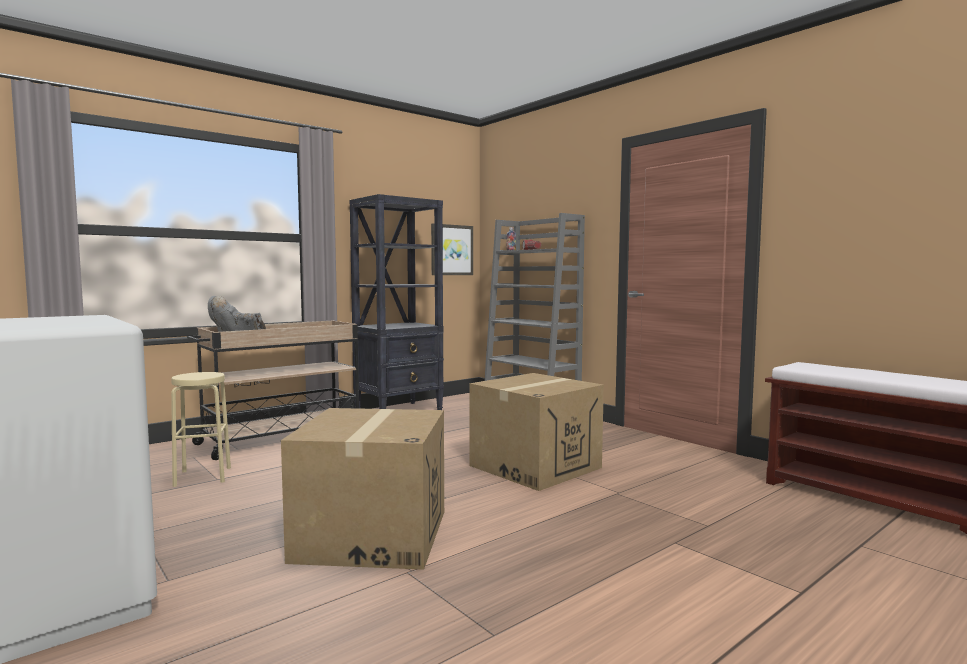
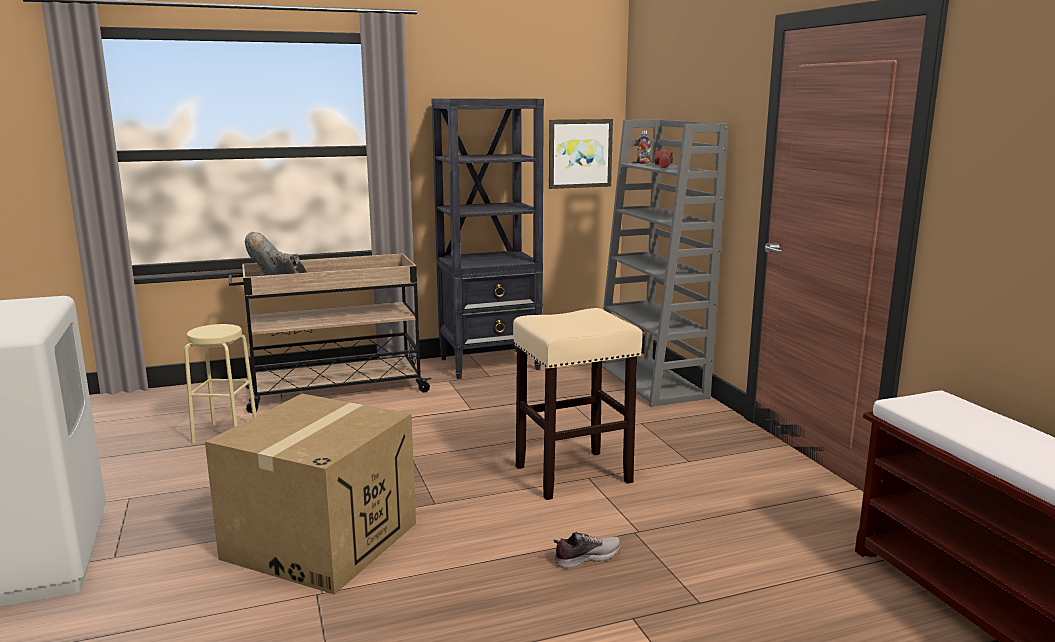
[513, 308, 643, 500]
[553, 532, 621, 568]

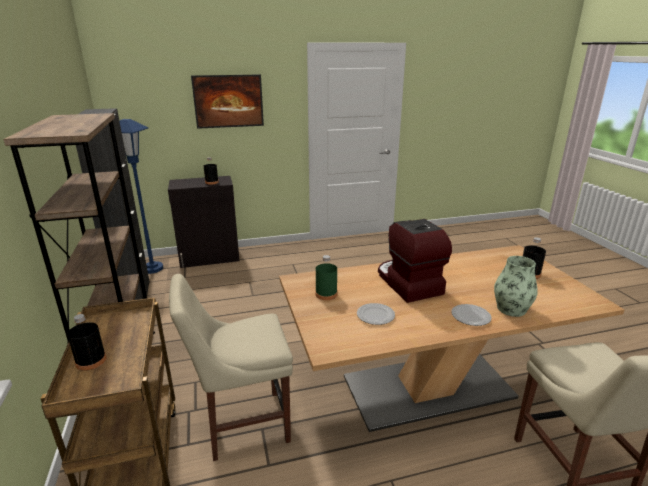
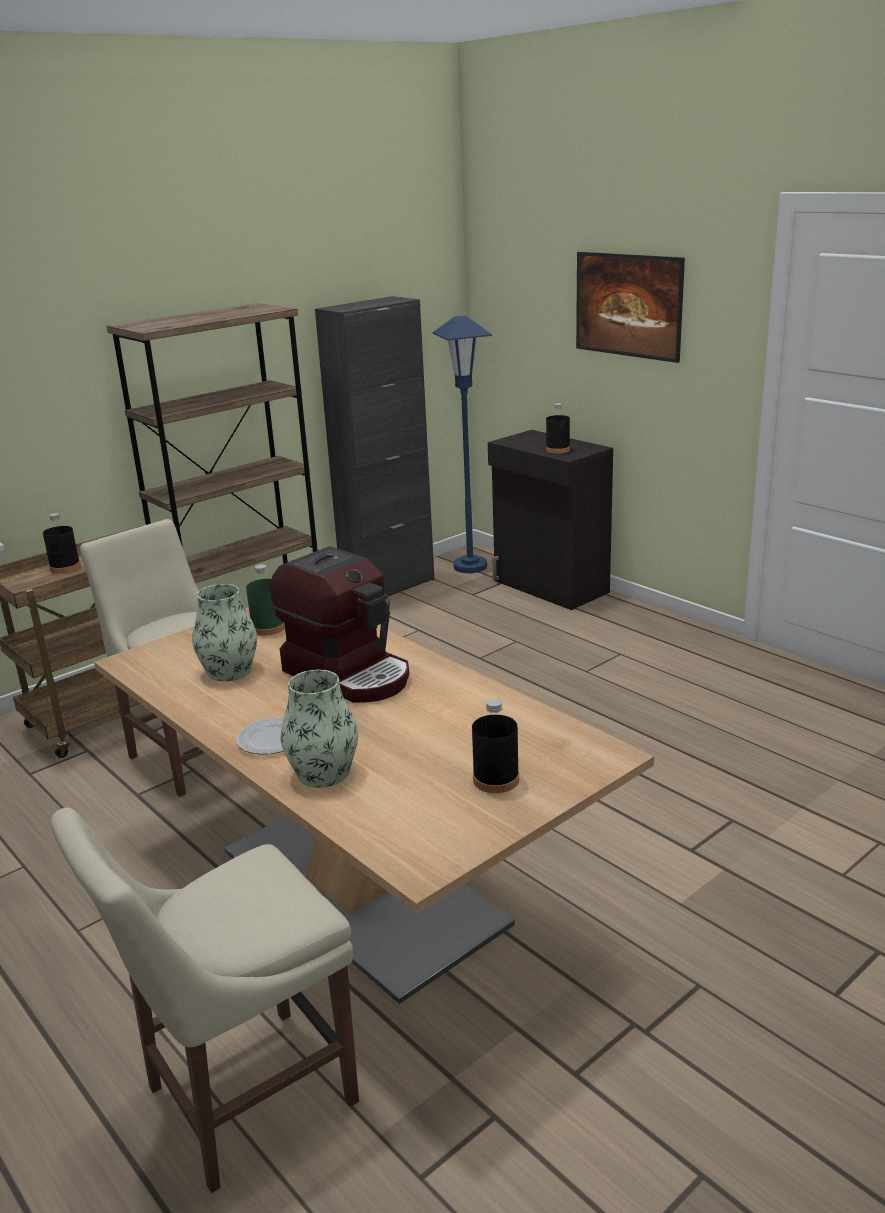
[270, 546, 409, 703]
[192, 584, 257, 681]

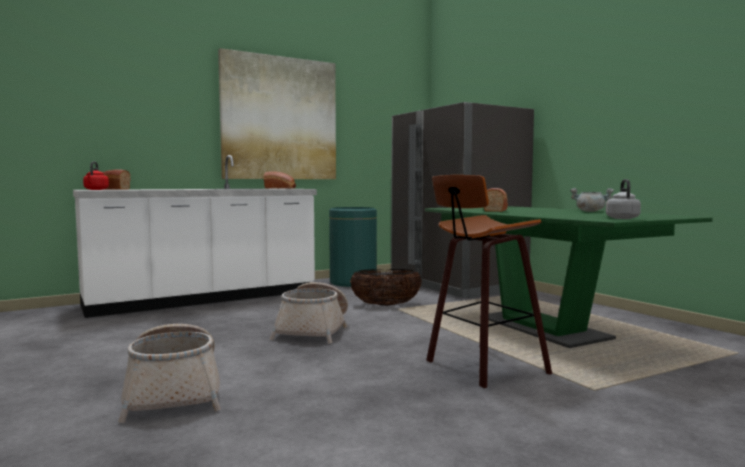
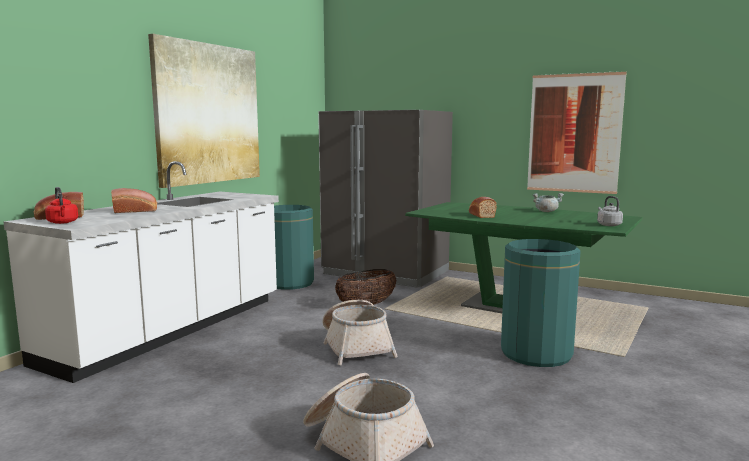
[111, 188, 157, 213]
[501, 239, 581, 367]
[527, 71, 627, 194]

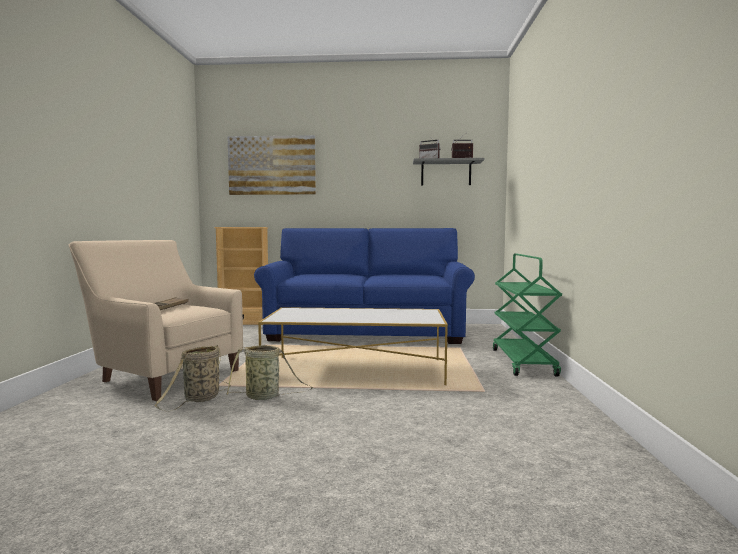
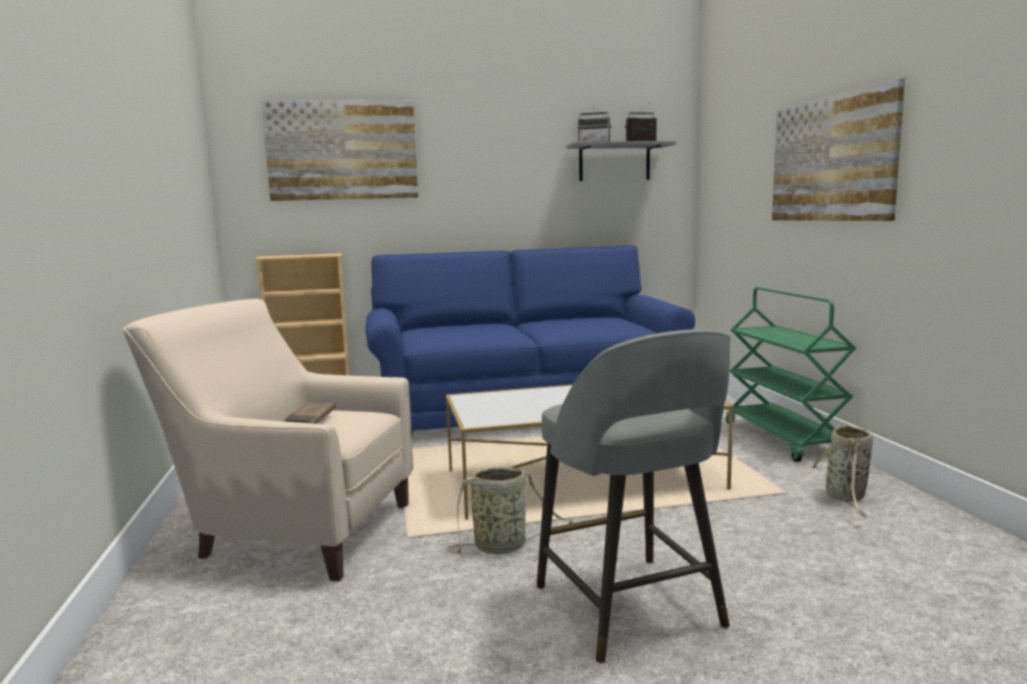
[810, 423, 873, 518]
[772, 78, 905, 221]
[537, 329, 730, 663]

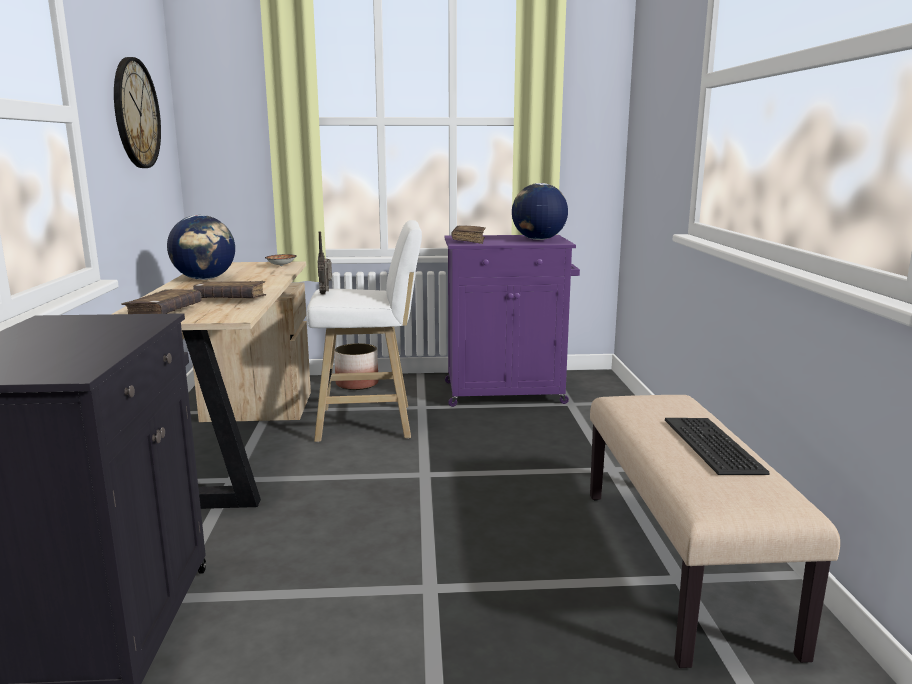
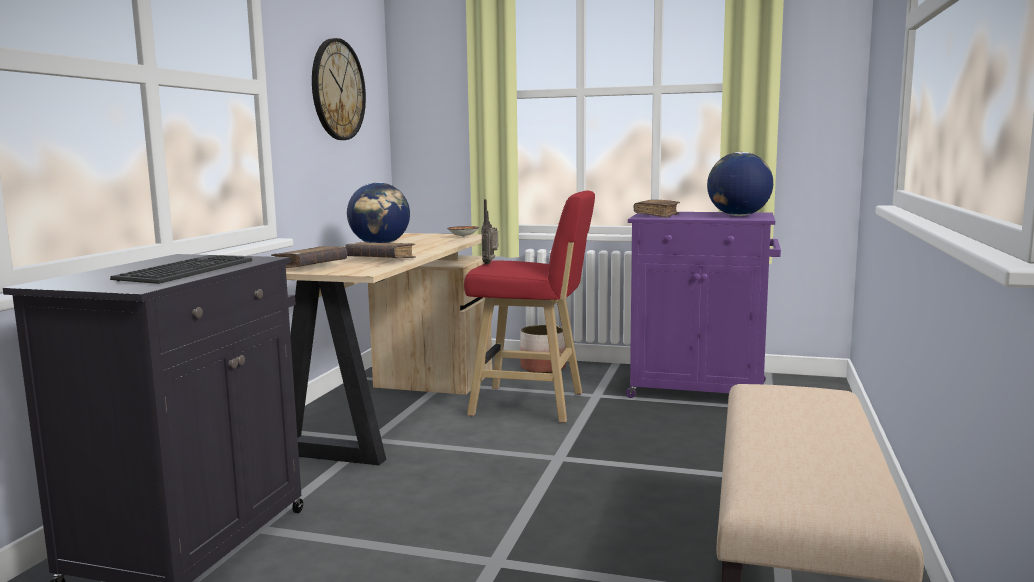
[464, 190, 595, 423]
[110, 255, 252, 284]

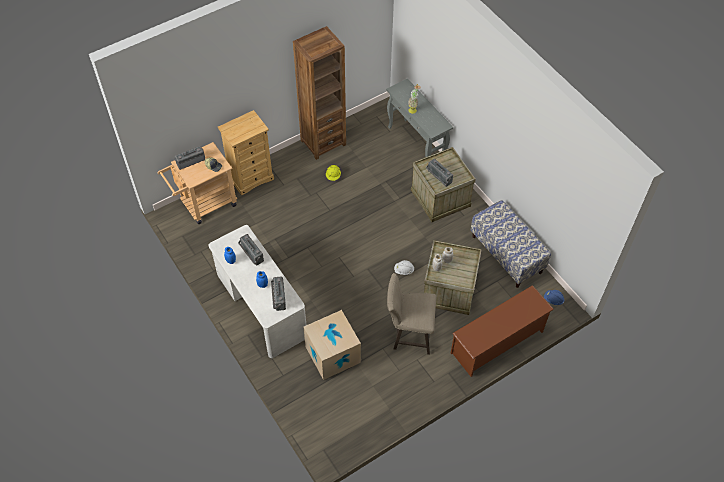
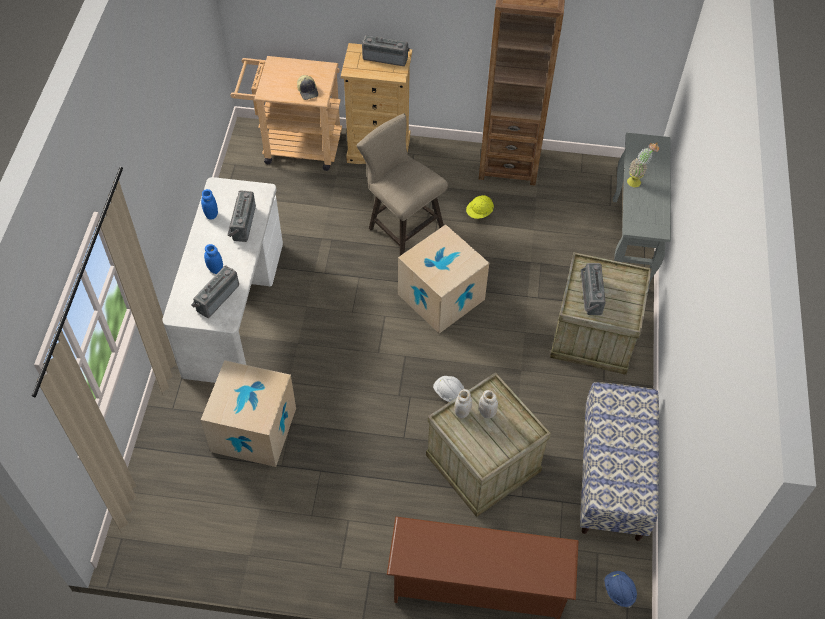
[362, 35, 410, 66]
[357, 114, 448, 256]
[398, 225, 489, 334]

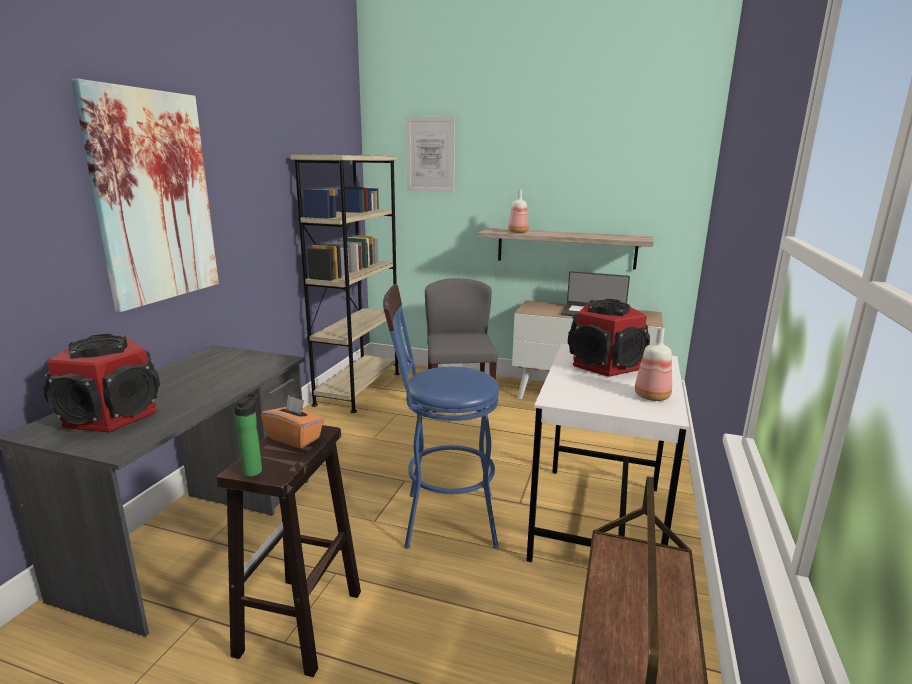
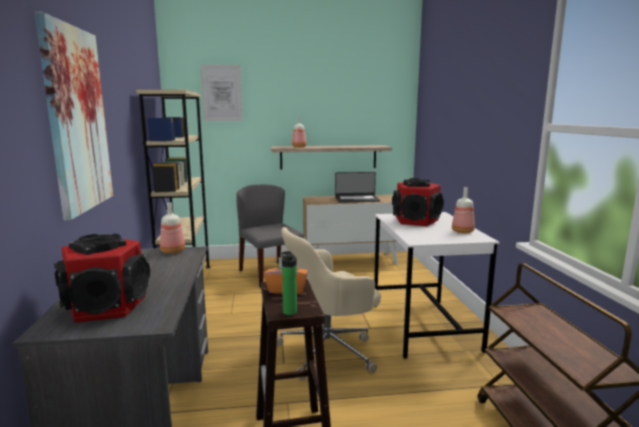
[277, 227, 381, 380]
[160, 202, 185, 254]

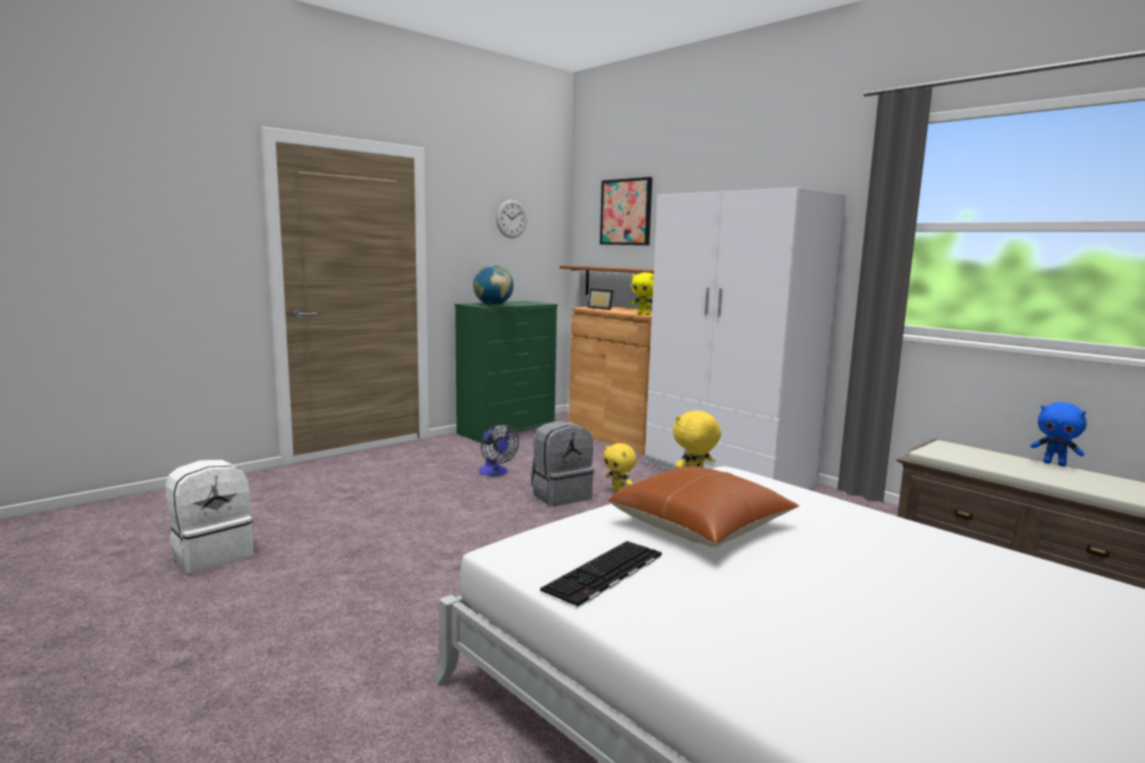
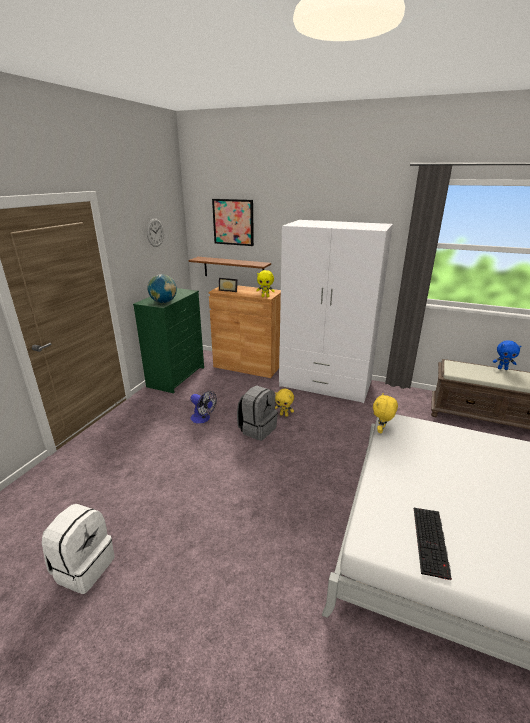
[608, 466, 799, 547] (first image)

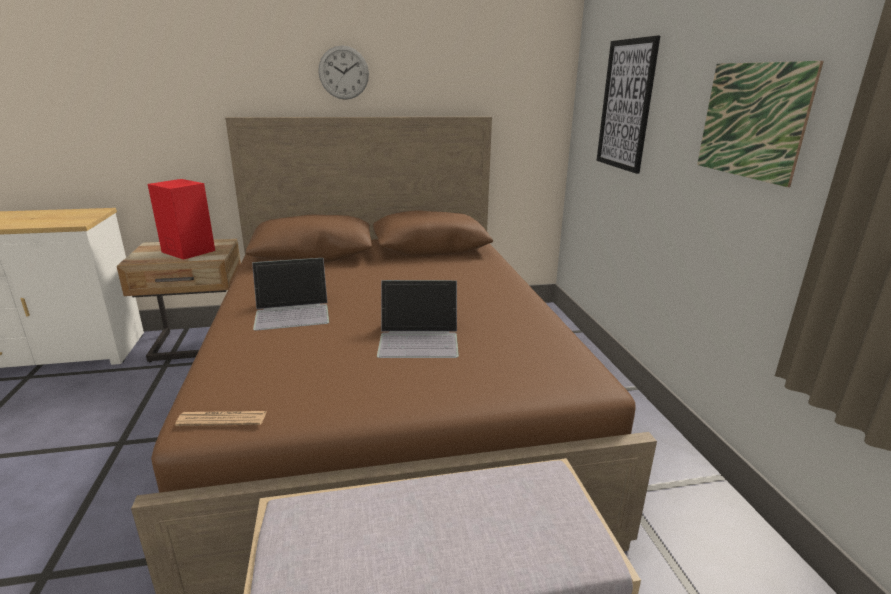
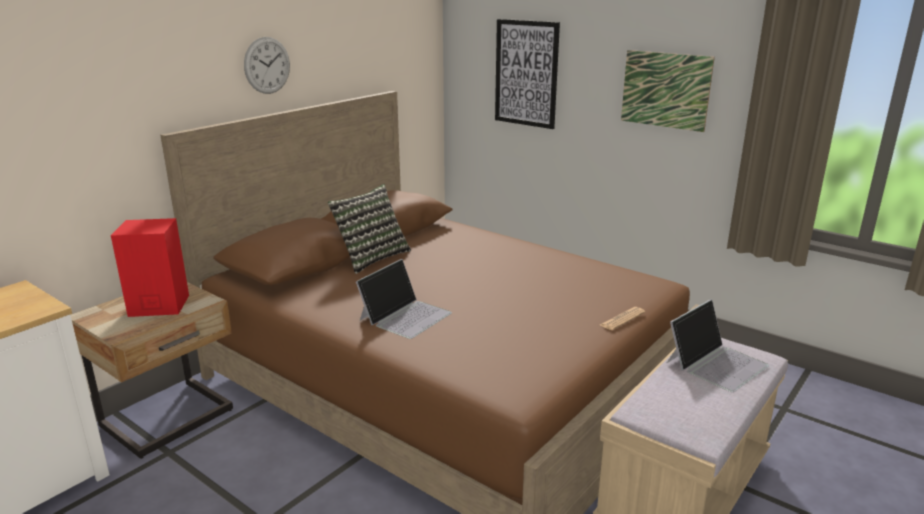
[667, 299, 769, 392]
[600, 307, 645, 330]
[328, 184, 411, 274]

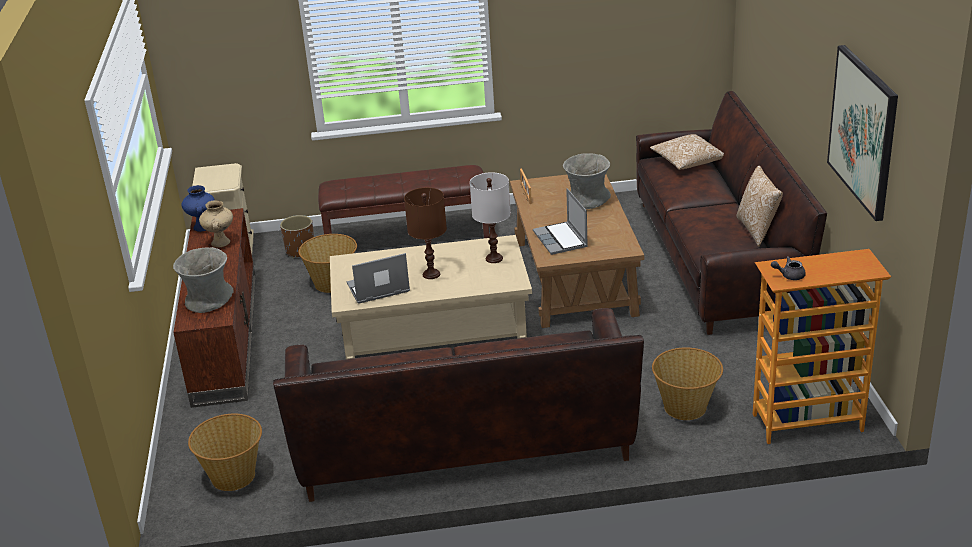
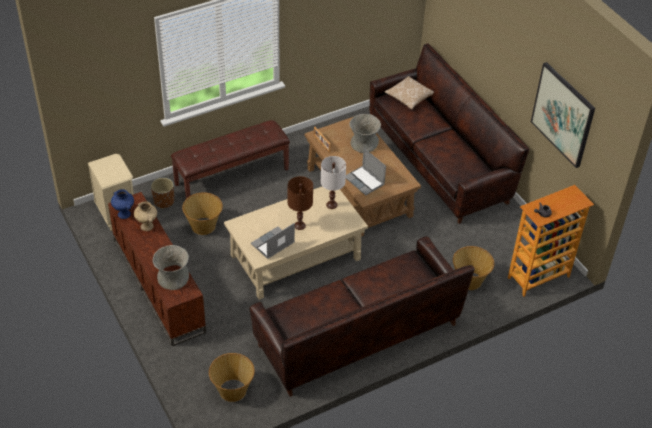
[736, 166, 783, 247] (first image)

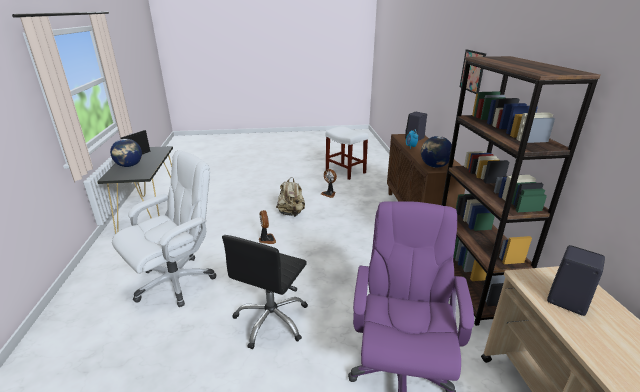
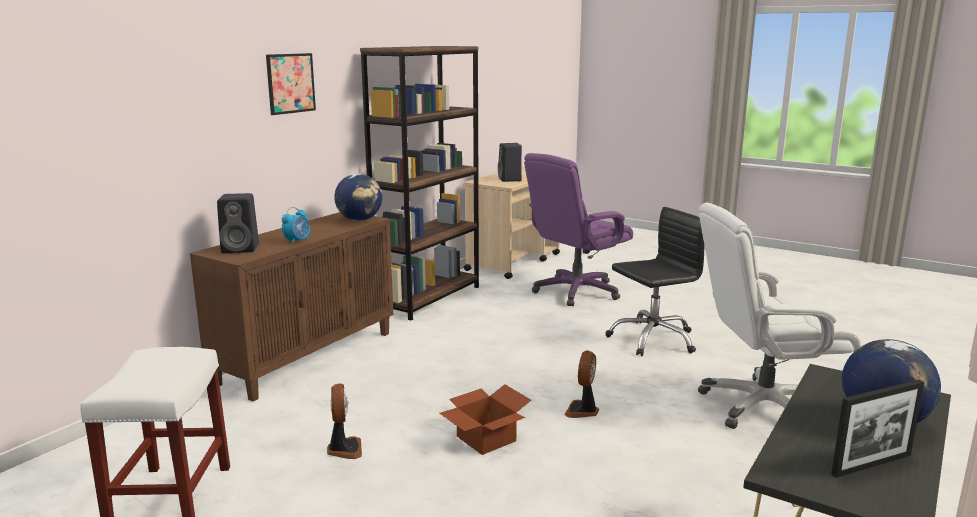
[440, 384, 531, 455]

